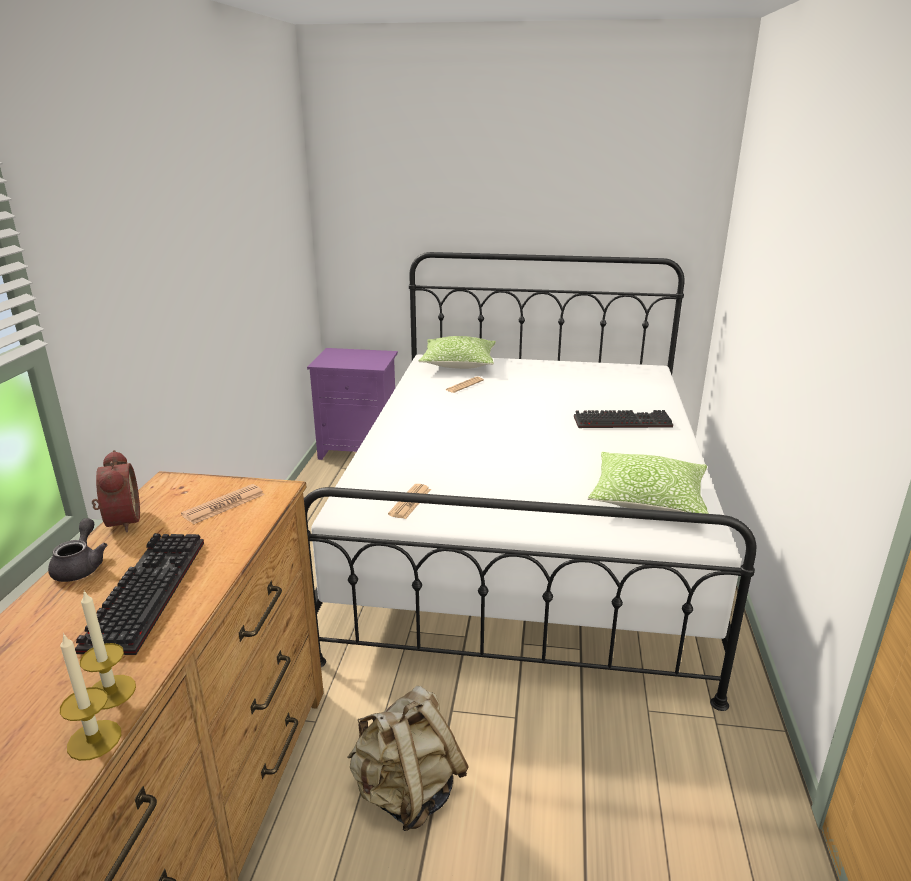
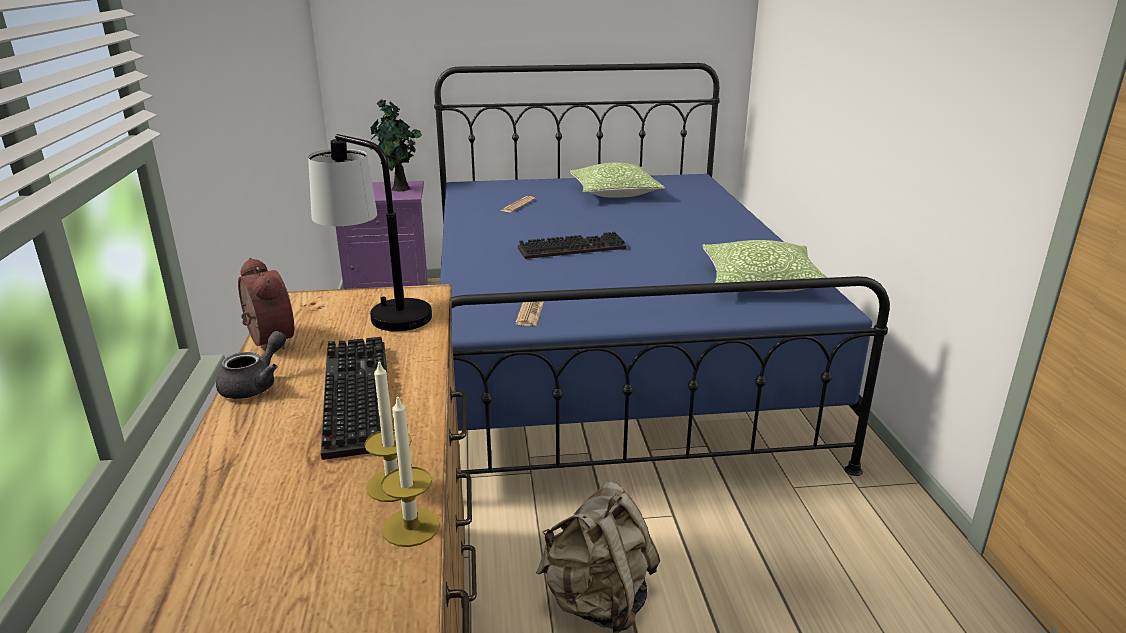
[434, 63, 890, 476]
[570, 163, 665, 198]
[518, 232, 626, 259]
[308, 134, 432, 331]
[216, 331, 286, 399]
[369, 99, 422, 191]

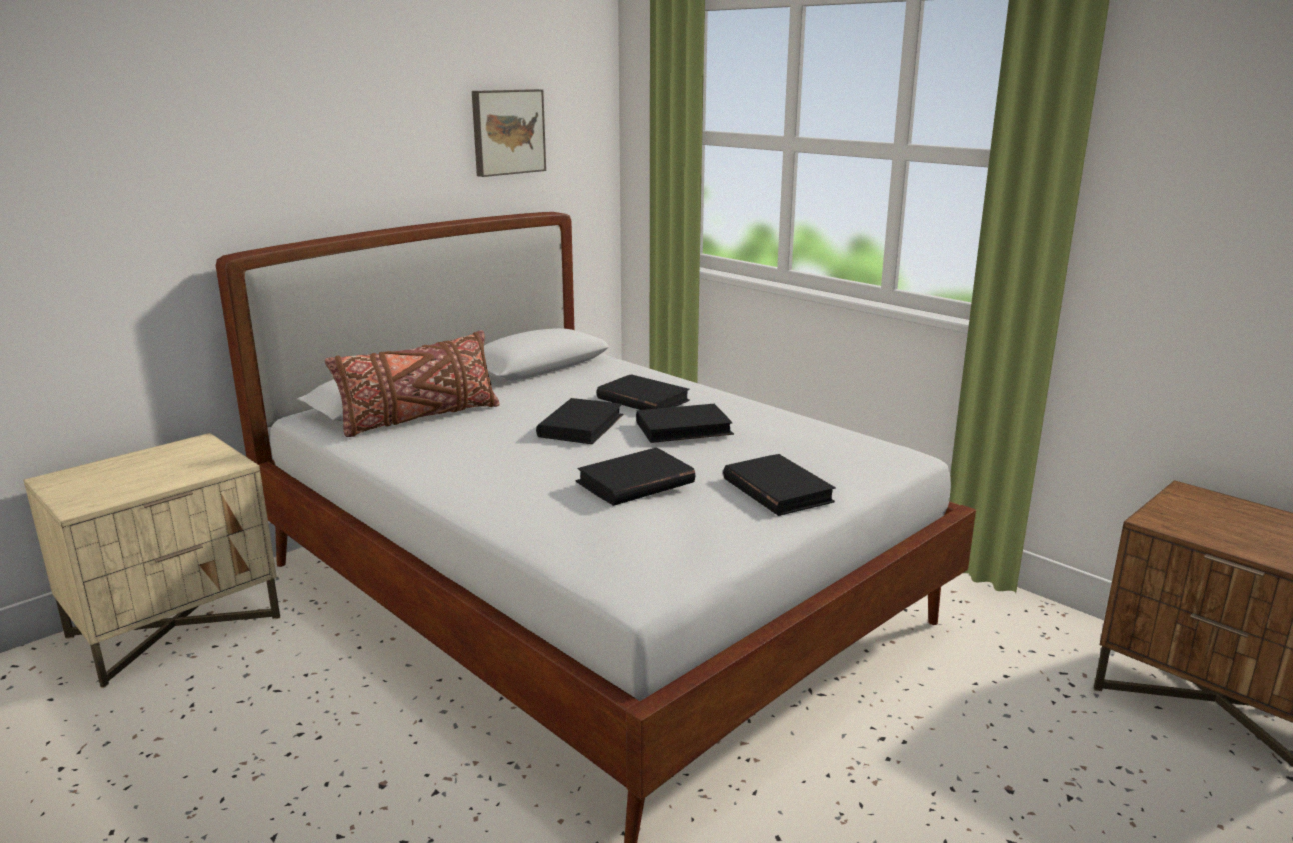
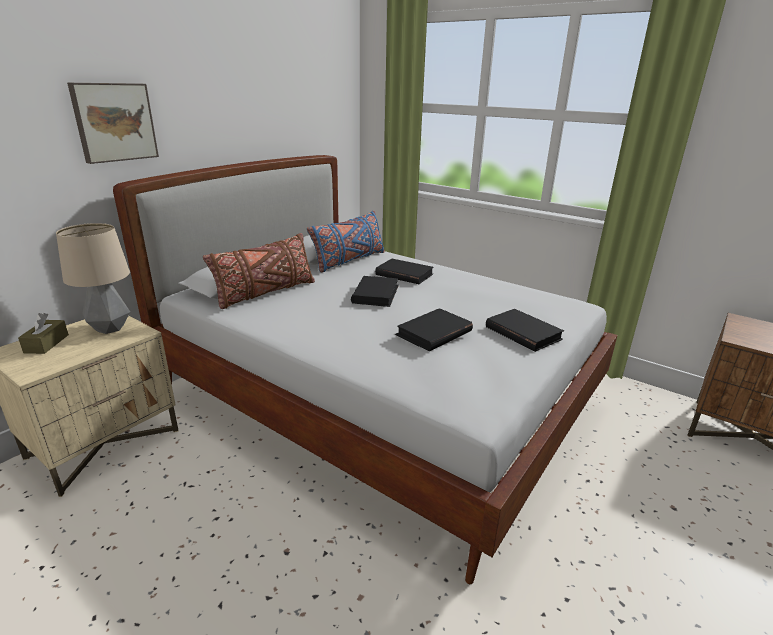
[67, 83, 159, 164]
[636, 404, 734, 443] (first image)
[307, 211, 385, 272]
[56, 223, 130, 334]
[18, 313, 69, 354]

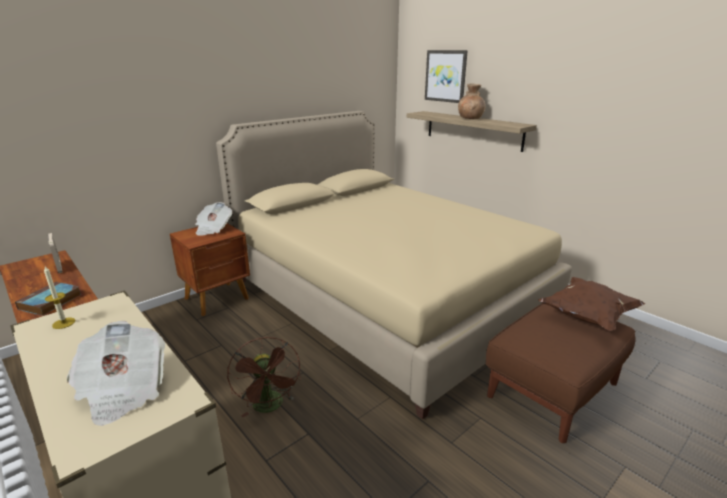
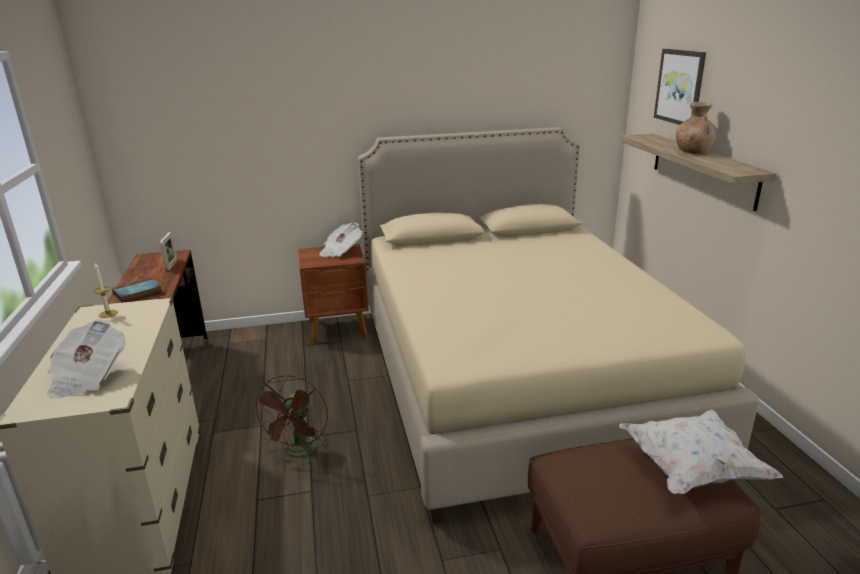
[619, 410, 783, 494]

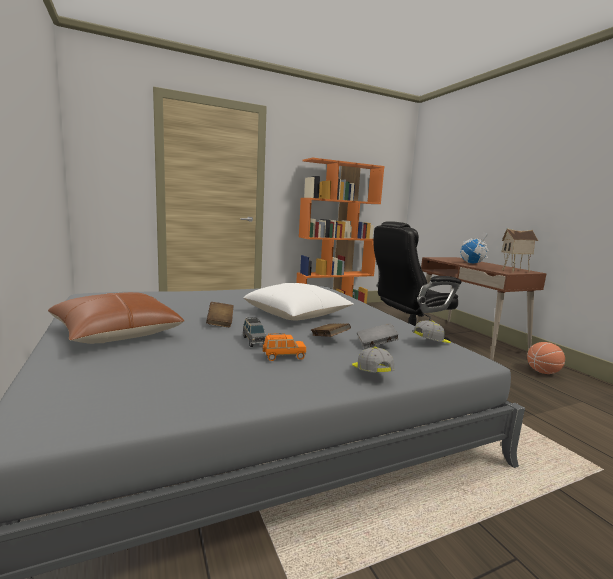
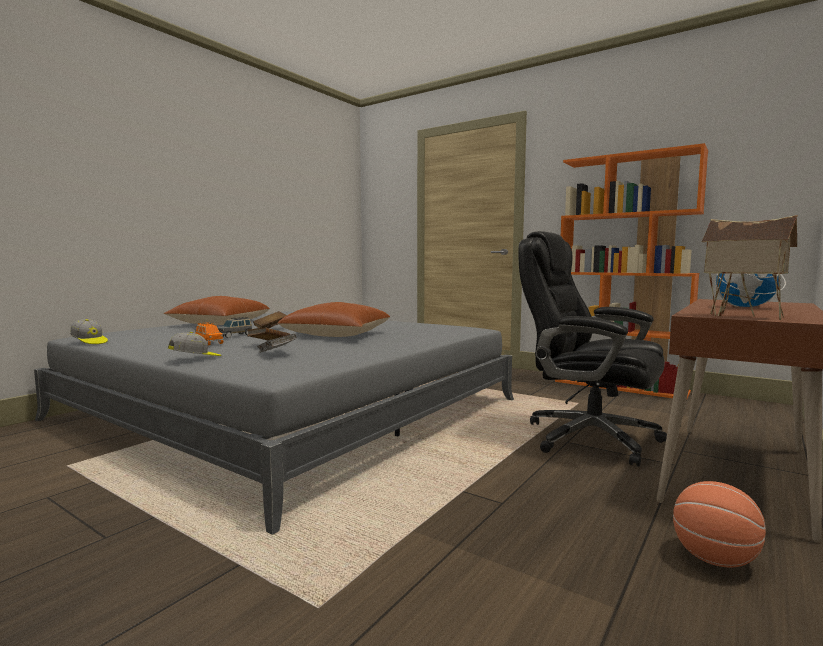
[278, 302, 390, 337]
[70, 319, 108, 344]

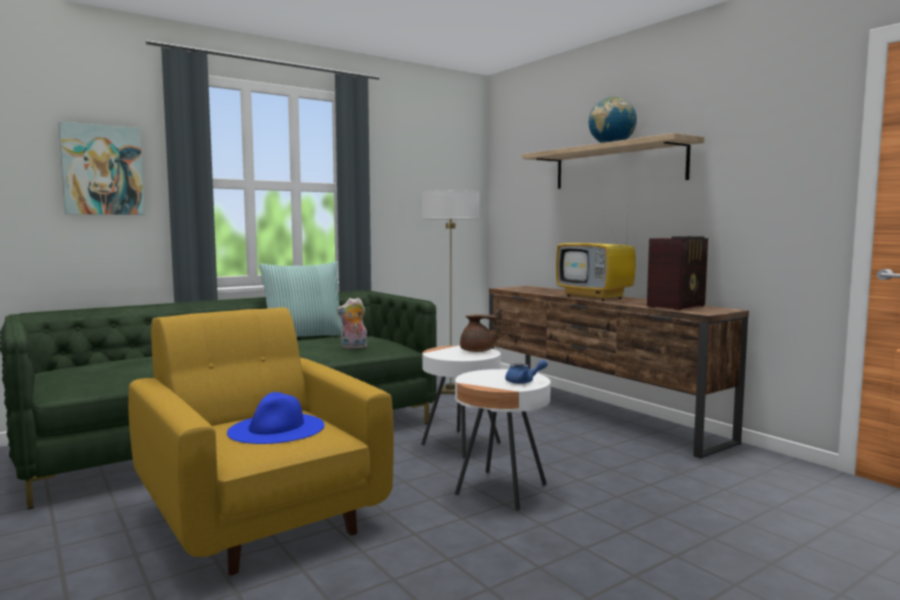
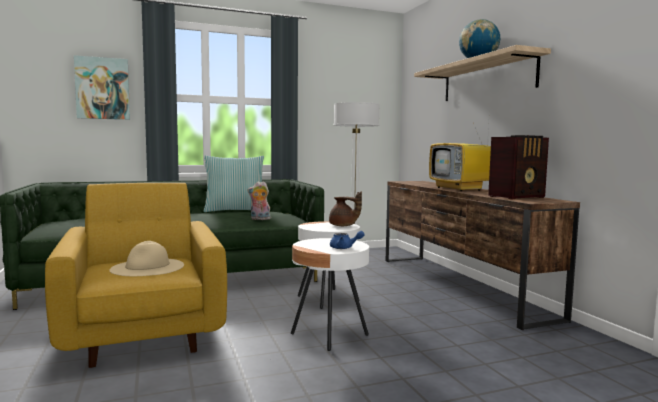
[109, 241, 184, 276]

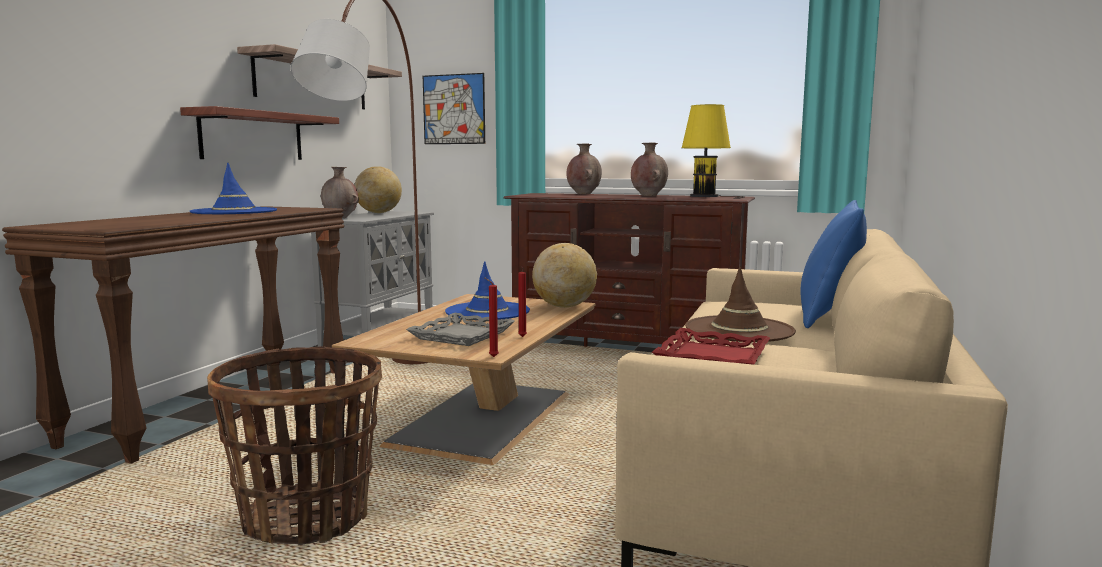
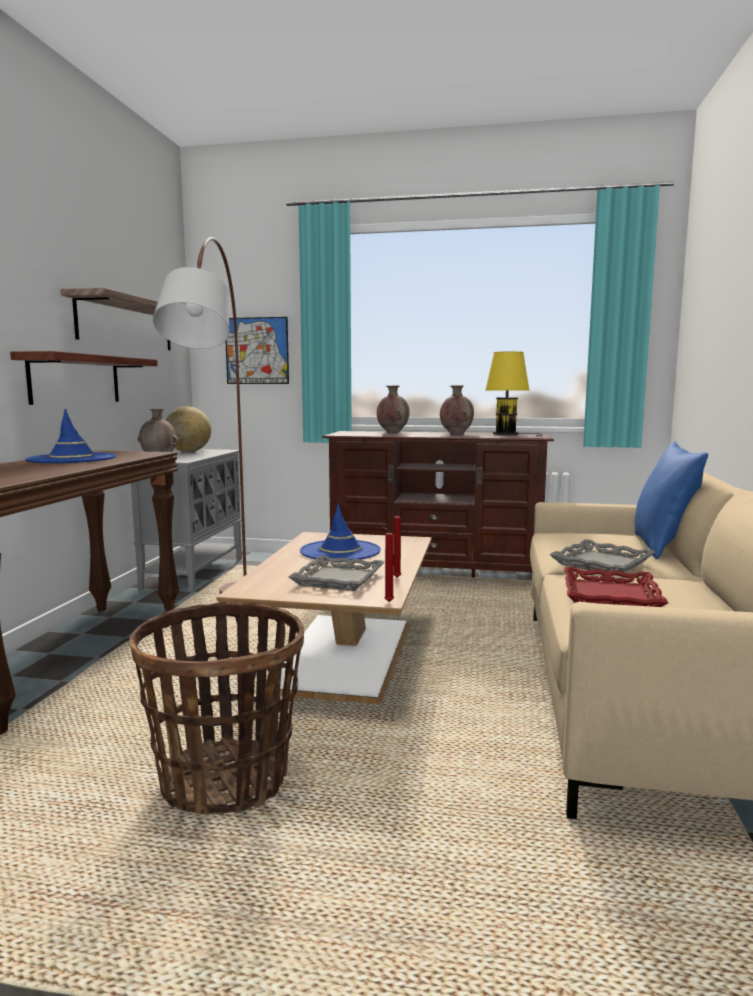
[532, 243, 597, 308] (first image)
[549, 539, 655, 576]

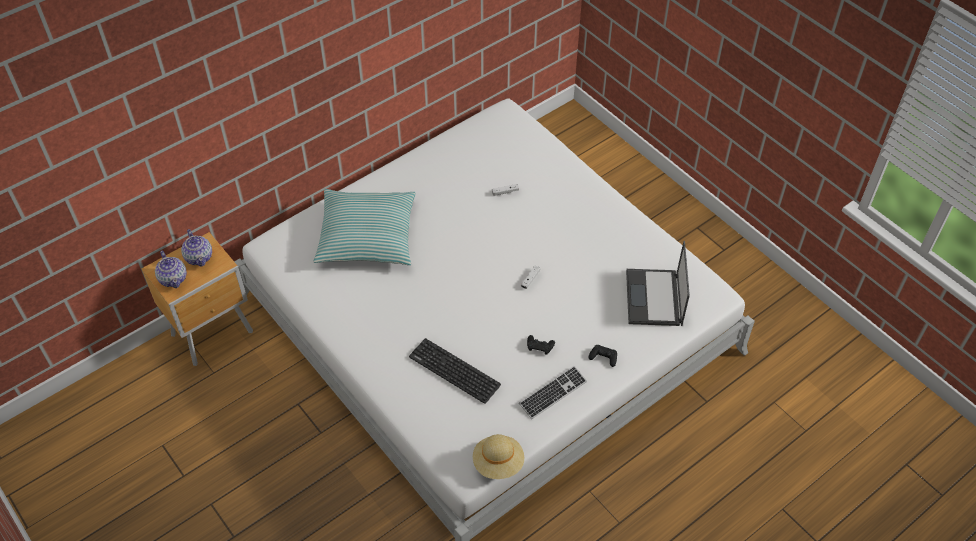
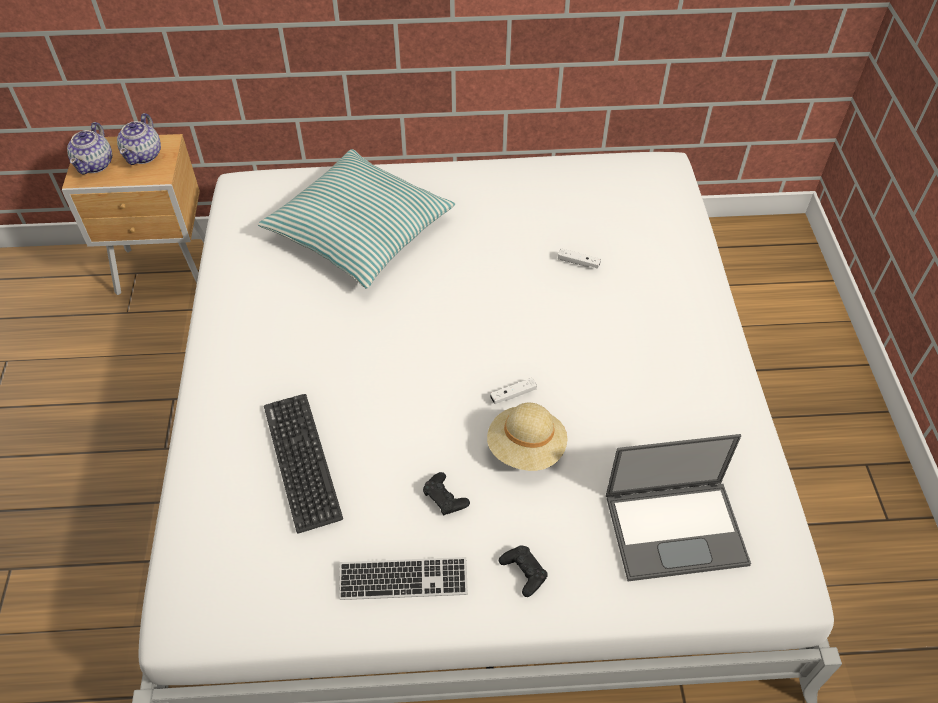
[606, 434, 751, 581]
[487, 403, 567, 471]

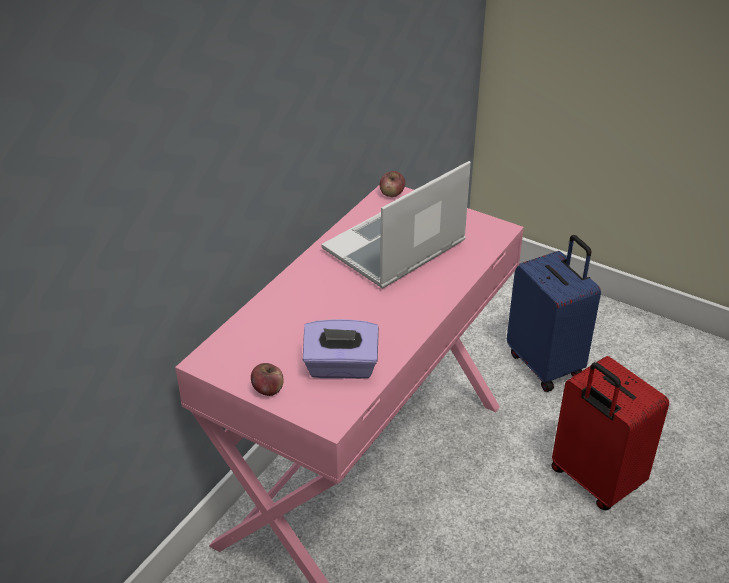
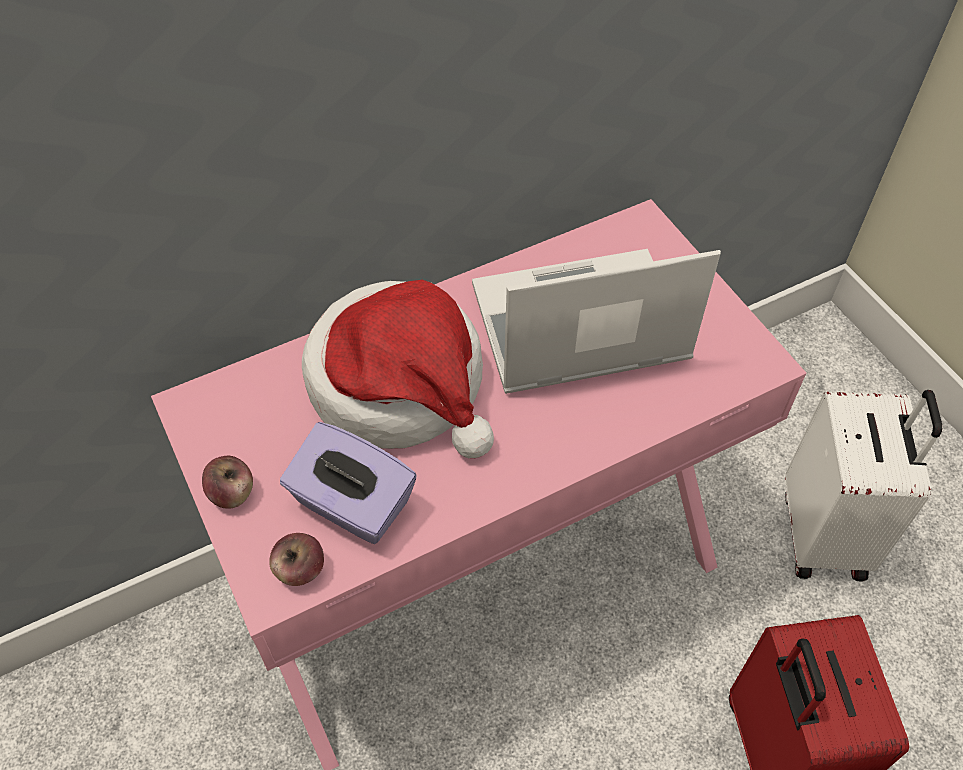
[269, 533, 324, 586]
[785, 390, 942, 582]
[302, 280, 494, 458]

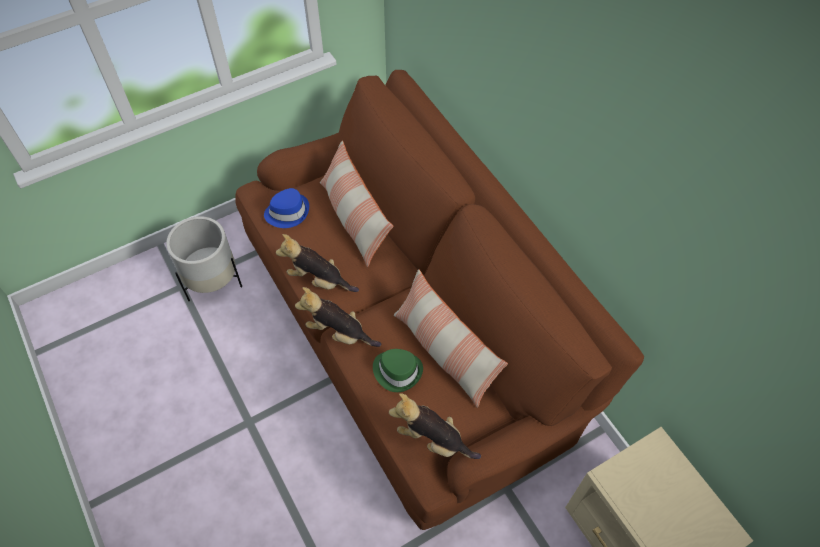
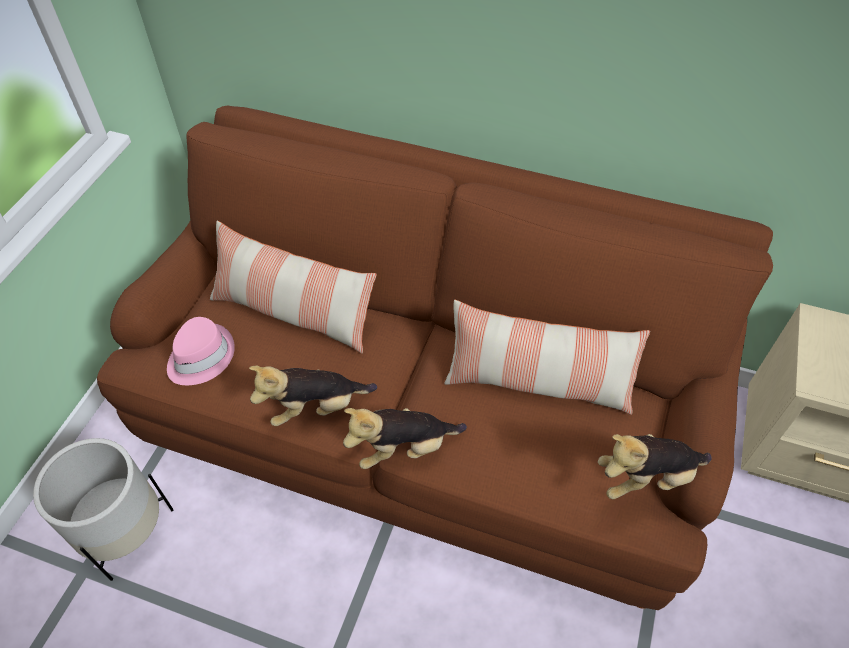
[167, 317, 235, 385]
[373, 349, 423, 392] (first image)

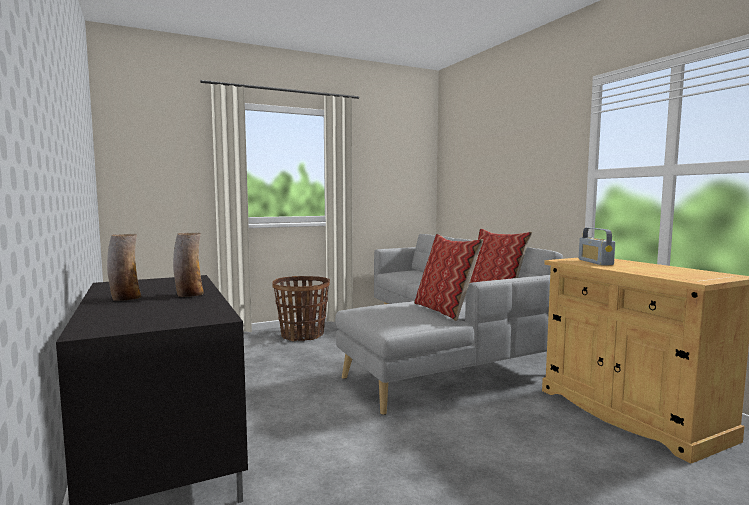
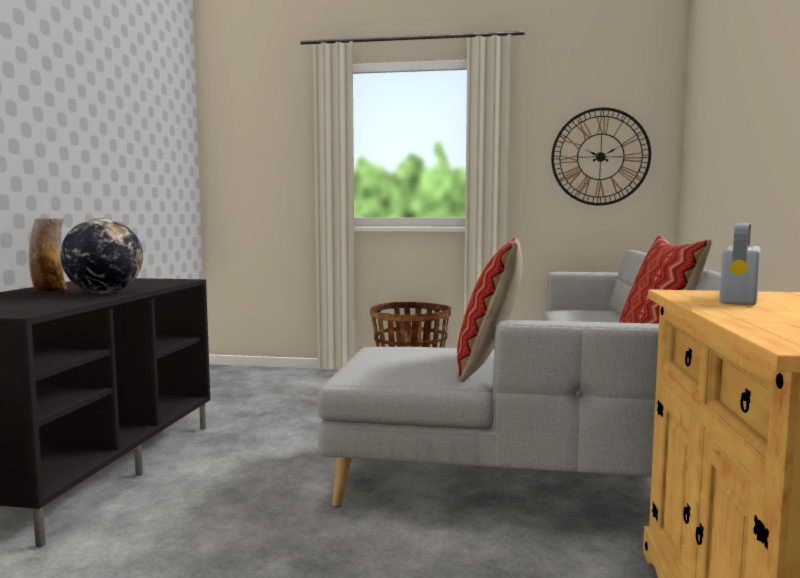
[60, 218, 143, 294]
[551, 108, 651, 205]

